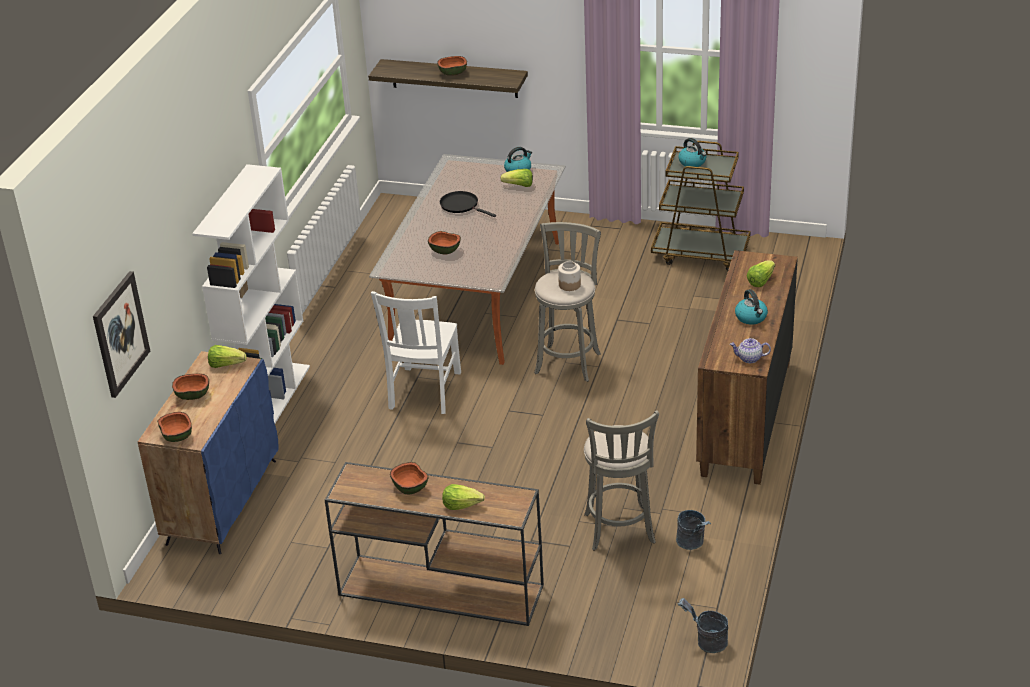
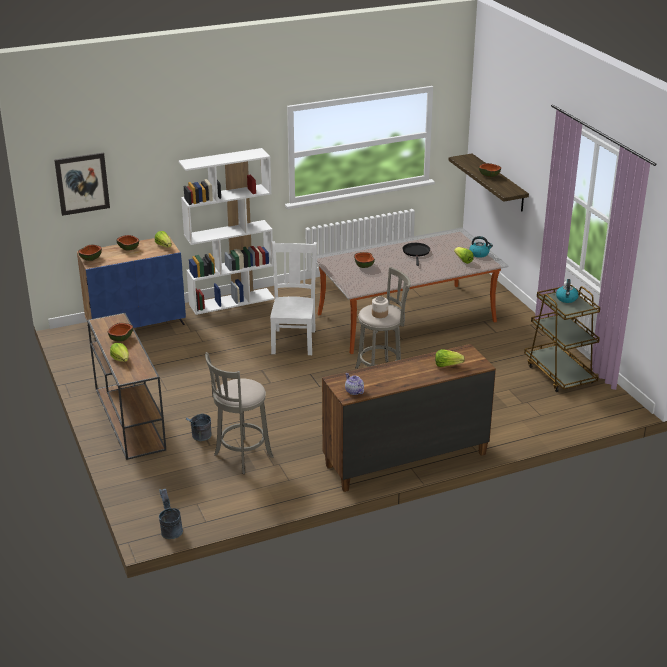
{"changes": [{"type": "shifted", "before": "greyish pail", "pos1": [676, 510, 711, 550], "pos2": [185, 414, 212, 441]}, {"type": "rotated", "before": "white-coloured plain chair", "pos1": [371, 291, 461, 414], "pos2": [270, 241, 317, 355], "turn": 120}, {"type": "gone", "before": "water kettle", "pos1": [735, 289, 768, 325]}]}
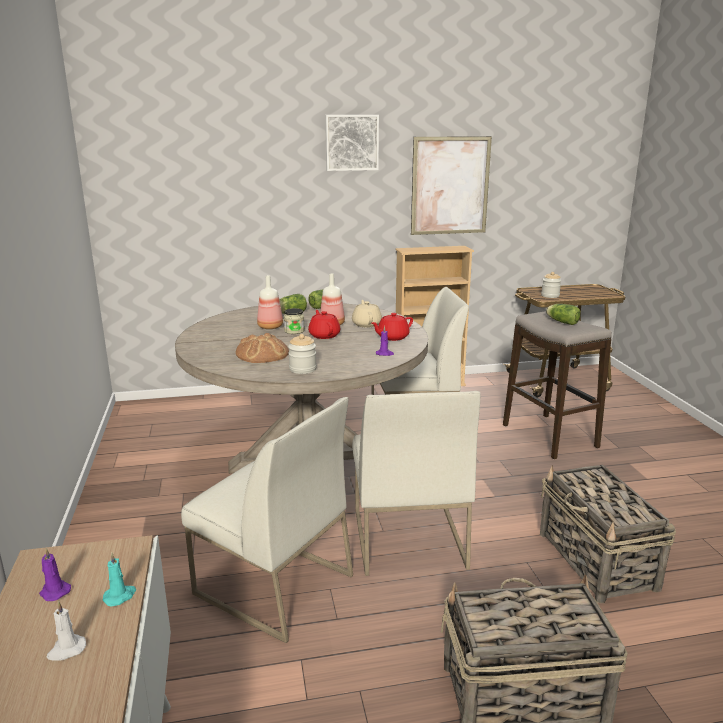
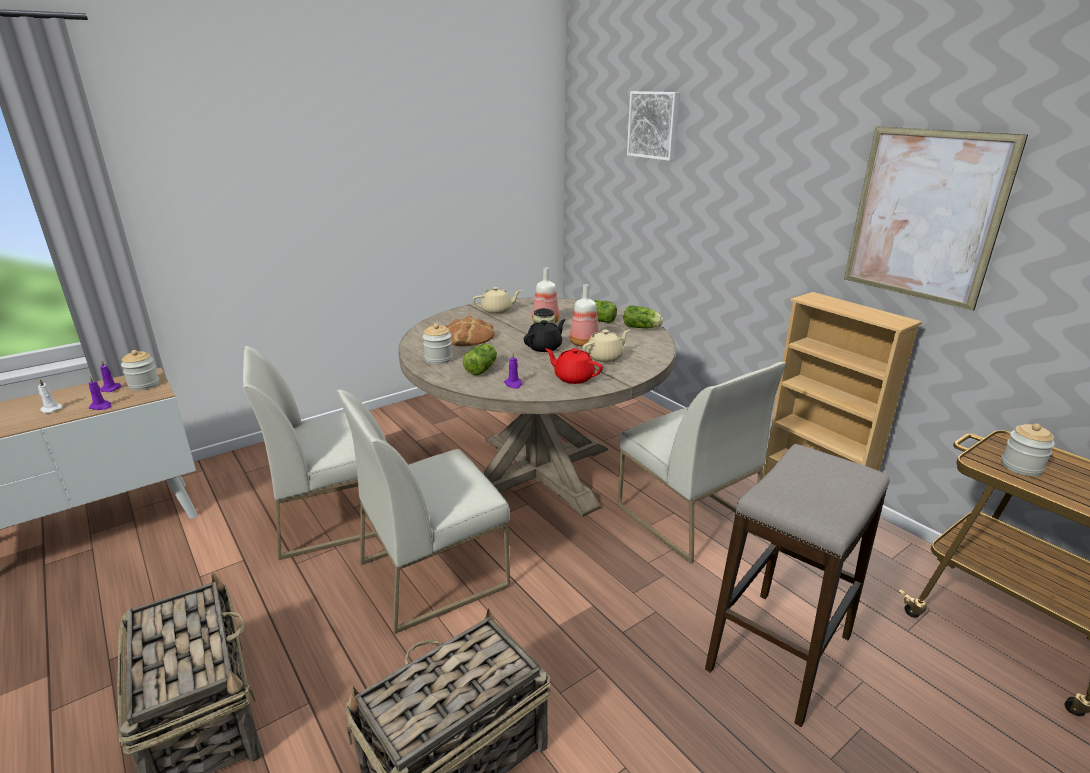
{"changes": [{"type": "repainted", "before": "turquoise-coloured candle", "after": "purple candle", "pos1": [102, 553, 136, 607], "pos2": [89, 376, 111, 410]}, {"type": "new", "after": "preserve jar", "pos2": [121, 350, 159, 391]}, {"type": "rotated", "before": "white-coloured plain chair", "pos1": [181, 397, 353, 643], "pos2": [243, 346, 377, 560], "turn": 60}, {"type": "shifted", "before": "head of lettuce", "pos1": [546, 304, 581, 325], "pos2": [463, 344, 497, 375]}, {"type": "new", "after": "sand-coloured pot for tea", "pos2": [473, 287, 522, 314]}, {"type": "repainted", "before": "red pot for tea", "after": "blackish pot for tea", "pos1": [308, 310, 340, 339], "pos2": [524, 319, 566, 352]}, {"type": "shifted", "before": "picture", "pos1": [325, 115, 379, 171], "pos2": [627, 91, 680, 161]}]}
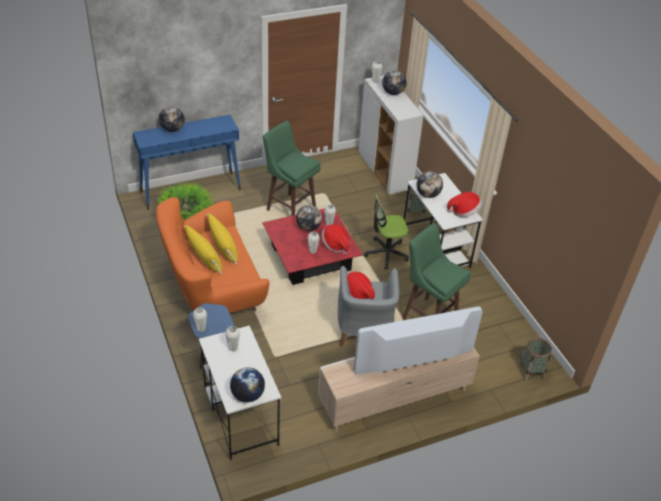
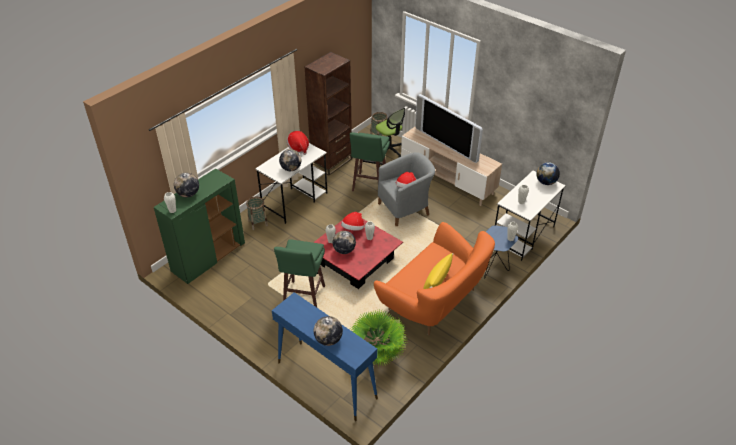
{"changes": [{"type": "repainted", "before": "white-coloured storage cabinet", "after": "greenish storage cabinet", "pos1": [358, 75, 424, 195], "pos2": [154, 169, 245, 284]}, {"type": "new", "after": "brown-coloured bookshelf", "pos2": [304, 52, 352, 175]}, {"type": "shifted", "before": "computer chair", "pos1": [364, 193, 409, 270], "pos2": [376, 108, 405, 157]}, {"type": "gone", "before": "yellow-coloured cushion", "pos1": [207, 213, 238, 265]}]}
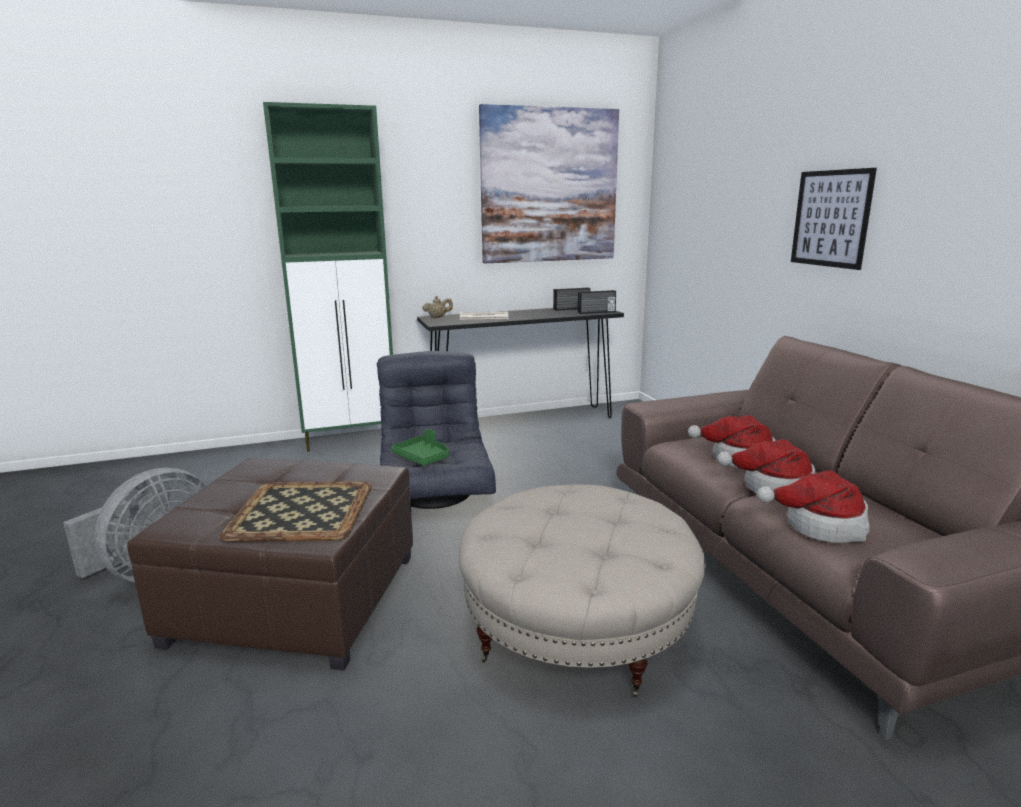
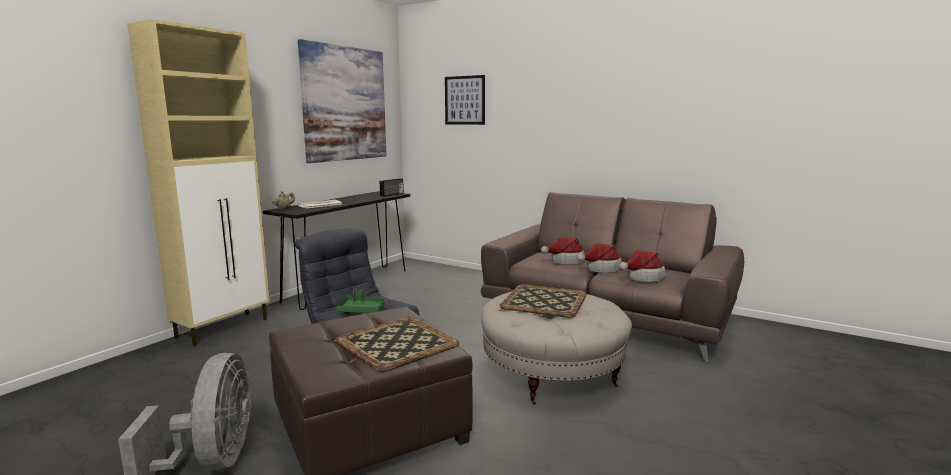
{"changes": [{"type": "repainted", "before": "greenish storage cabinet", "after": "sand-coloured storage cabinet", "pos1": [263, 102, 393, 452], "pos2": [127, 19, 270, 346]}, {"type": "shifted", "before": "picture", "pos1": [791, 168, 877, 270], "pos2": [445, 75, 485, 125]}, {"type": "new", "after": "tray", "pos2": [499, 284, 587, 318]}, {"type": "gone", "before": "radio set", "pos1": [553, 287, 590, 311]}]}
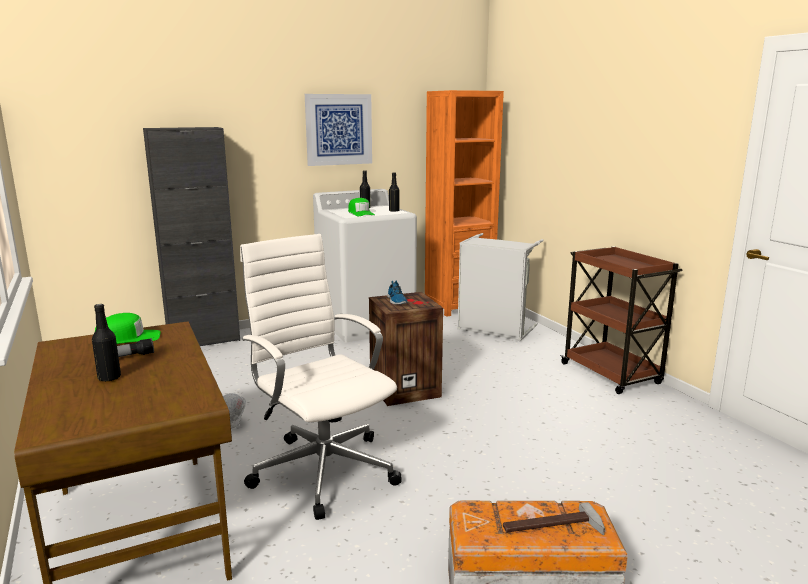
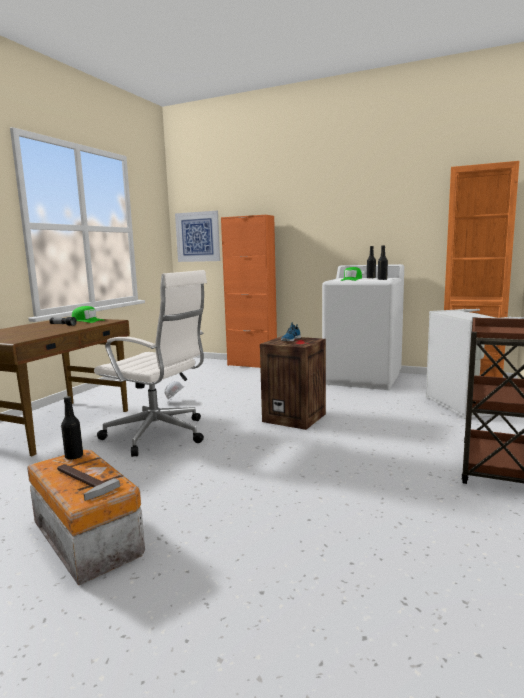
{"changes": [{"type": "shifted", "before": "blackish beverage bottle", "pos1": [92, 304, 121, 382], "pos2": [61, 396, 83, 460]}, {"type": "rotated", "before": "white-coloured computer chair", "pos1": [240, 234, 402, 520], "pos2": [94, 270, 207, 457], "turn": 105}, {"type": "shifted", "before": "picture", "pos1": [305, 94, 372, 166], "pos2": [175, 211, 220, 262]}, {"type": "repainted", "before": "blackish storage cabinet", "after": "orange storage cabinet", "pos1": [143, 127, 240, 346], "pos2": [221, 215, 277, 368]}]}
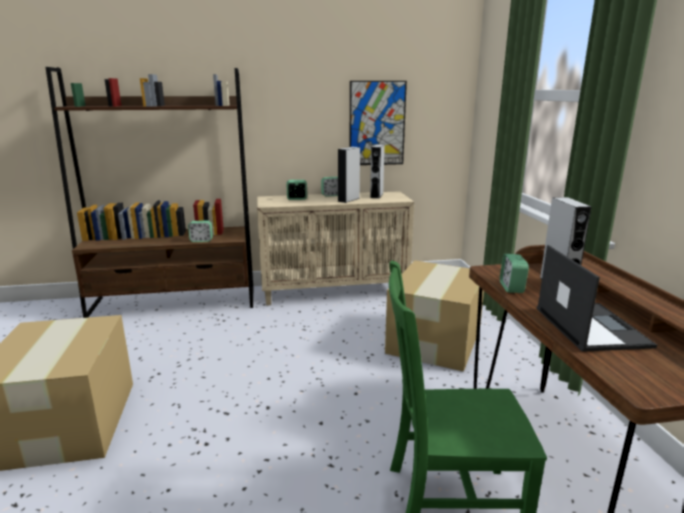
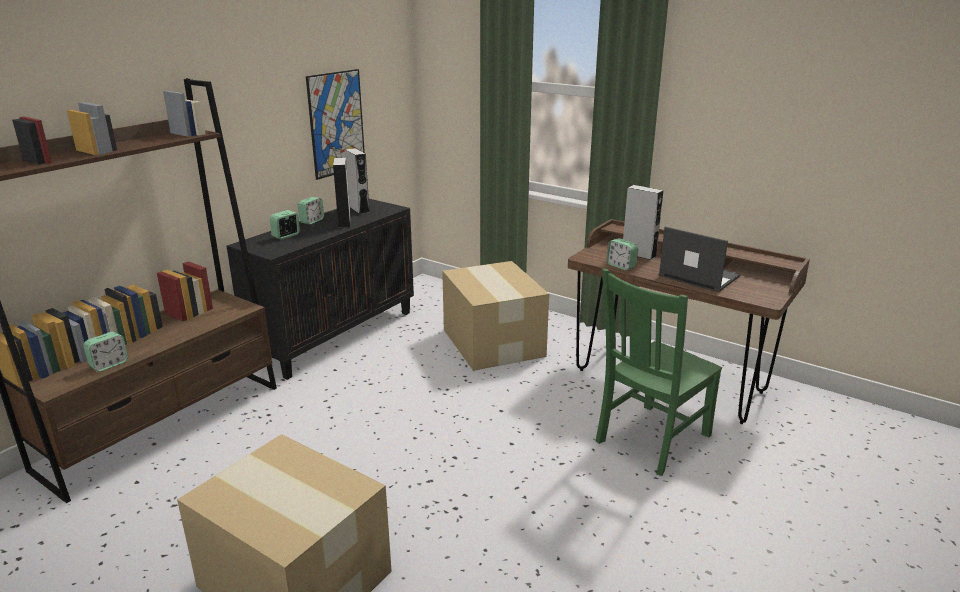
{"changes": [{"type": "shifted", "before": "bedside clock", "pos1": [188, 220, 213, 242], "pos2": [83, 331, 128, 371]}, {"type": "repainted", "before": "sand-coloured storage cabinet", "after": "blackish storage cabinet", "pos1": [257, 191, 414, 305], "pos2": [227, 199, 414, 380]}]}
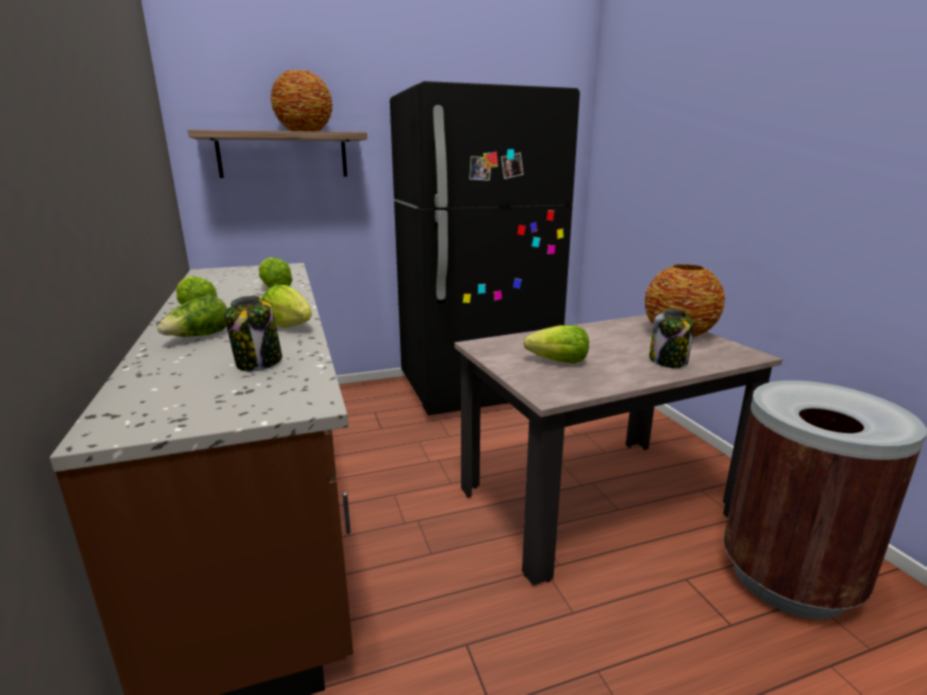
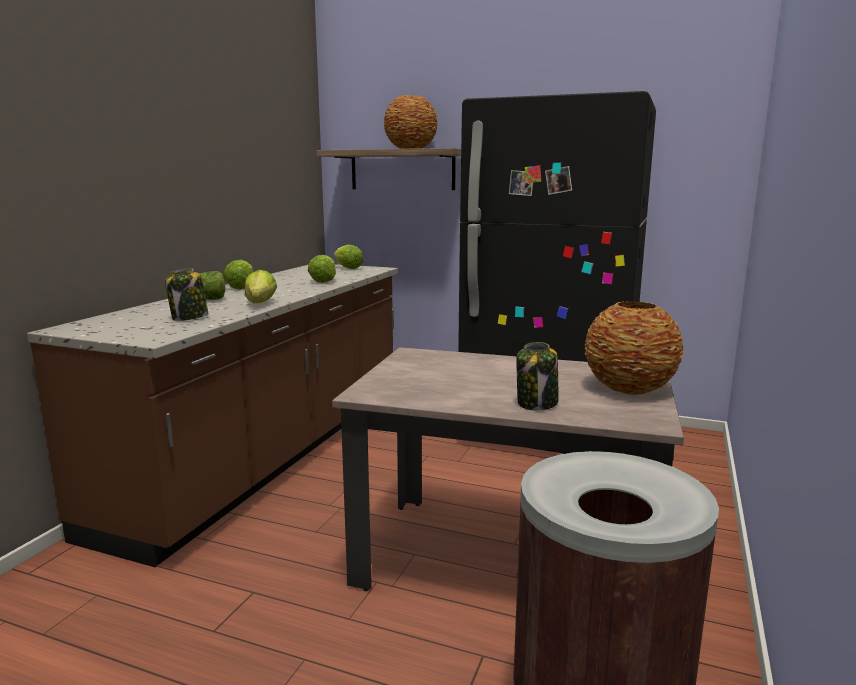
{"changes": [{"type": "shifted", "before": "head of lettuce", "pos1": [524, 325, 589, 364], "pos2": [333, 245, 363, 269]}]}
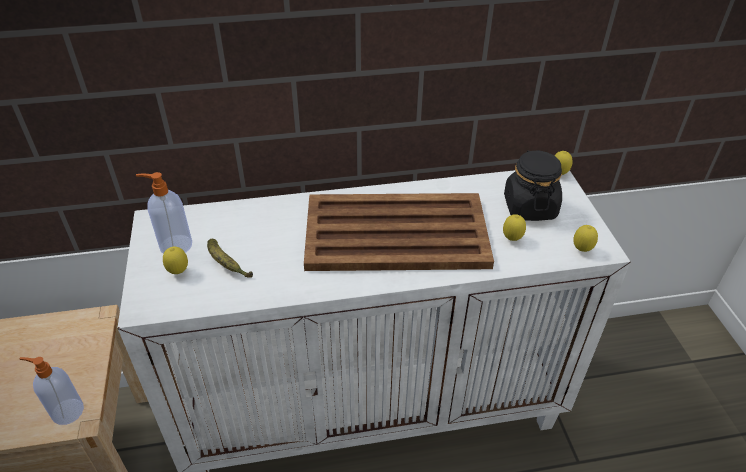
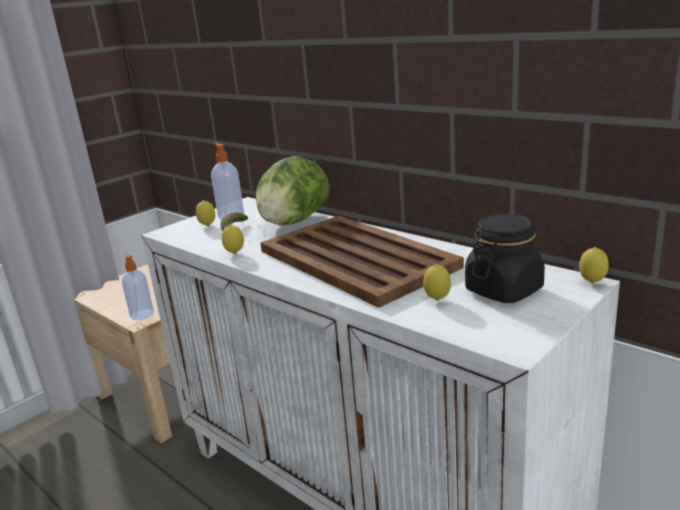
{"changes": [{"type": "shifted", "before": "whole lemon", "pos1": [573, 225, 598, 252], "pos2": [222, 225, 244, 254]}, {"type": "new", "after": "head of lettuce", "pos2": [256, 156, 330, 226]}]}
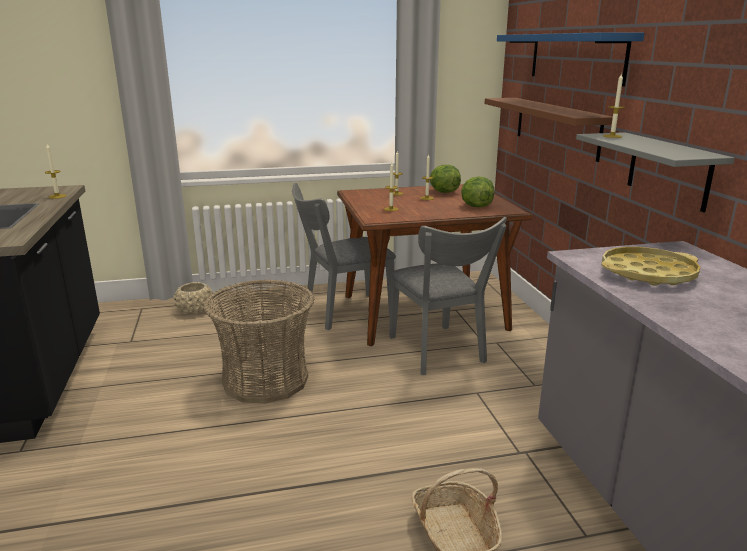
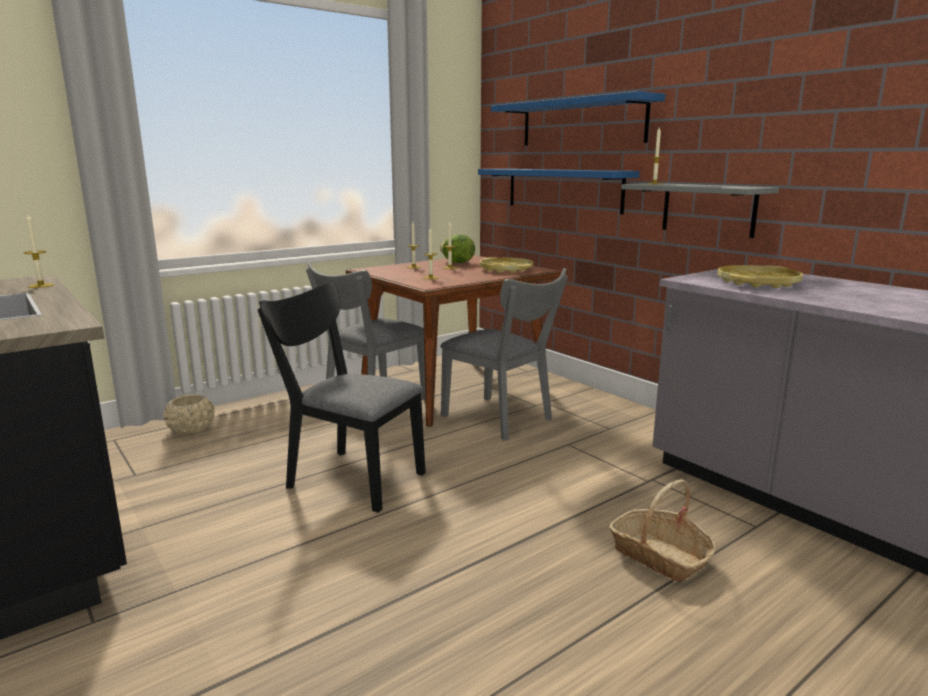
{"changes": [{"type": "swapped", "before": "household basket", "after": "blackish plain chair", "pos1": [203, 279, 314, 404], "pos2": [258, 282, 426, 513]}, {"type": "repainted", "before": "brown-coloured shelf", "after": "bluish shelf", "pos1": [485, 98, 613, 162], "pos2": [478, 169, 639, 214]}, {"type": "swapped", "before": "head of lettuce", "after": "yellow-coloured tray", "pos1": [461, 176, 494, 208], "pos2": [480, 257, 533, 273]}]}
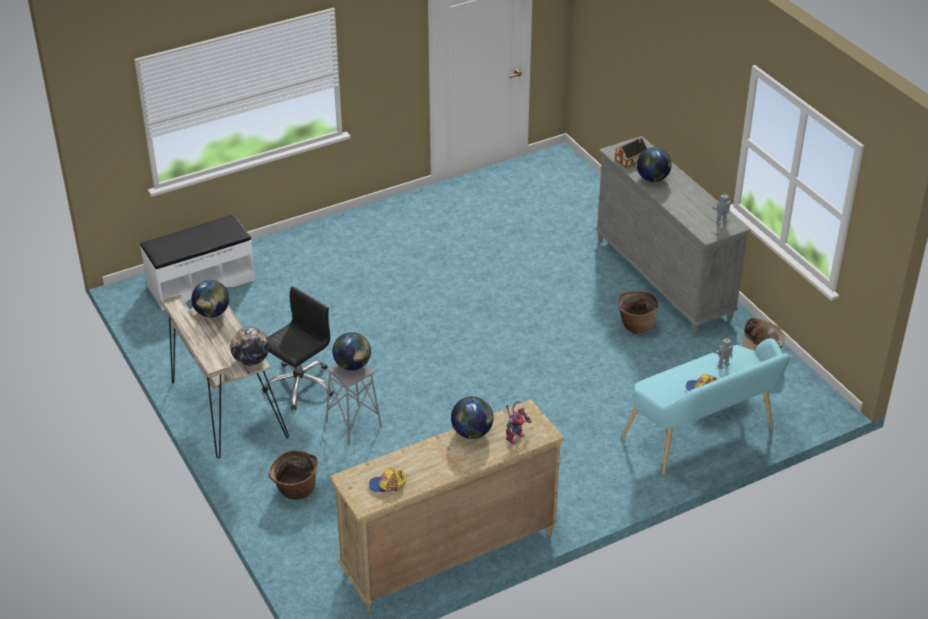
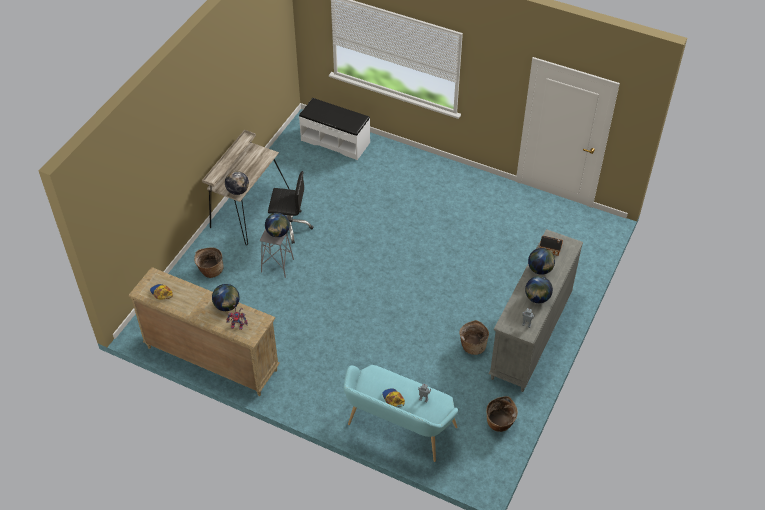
{"changes": [{"type": "shifted", "before": "globe", "pos1": [191, 280, 229, 317], "pos2": [525, 276, 553, 303]}]}
